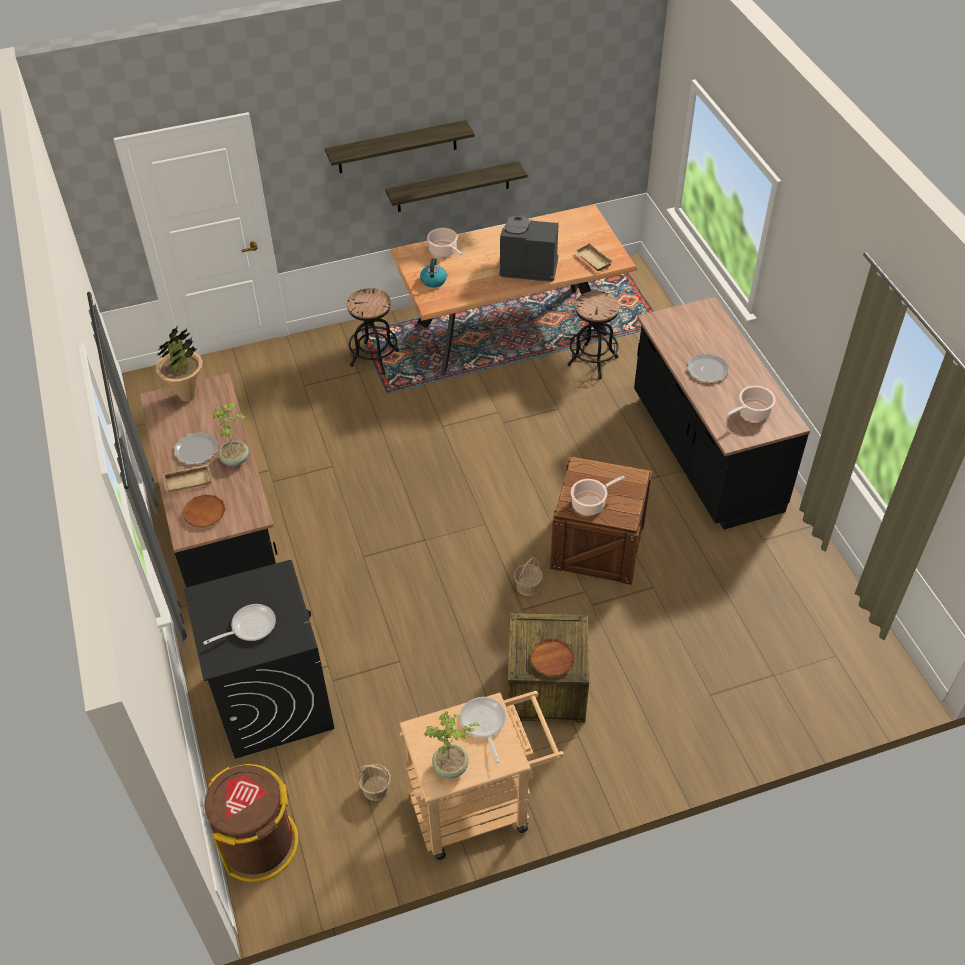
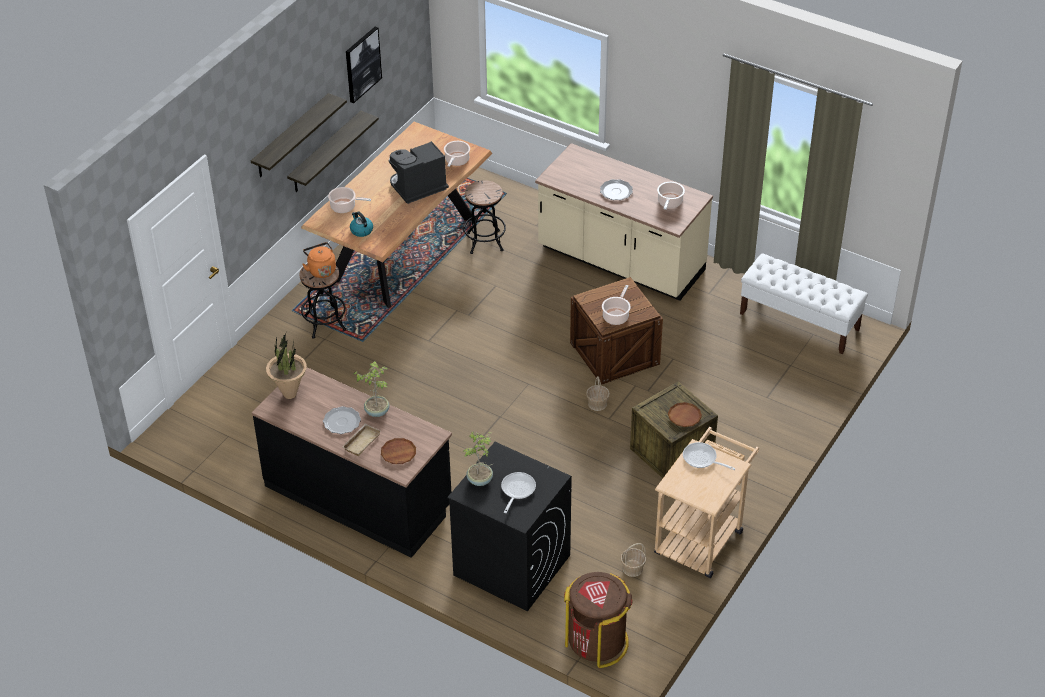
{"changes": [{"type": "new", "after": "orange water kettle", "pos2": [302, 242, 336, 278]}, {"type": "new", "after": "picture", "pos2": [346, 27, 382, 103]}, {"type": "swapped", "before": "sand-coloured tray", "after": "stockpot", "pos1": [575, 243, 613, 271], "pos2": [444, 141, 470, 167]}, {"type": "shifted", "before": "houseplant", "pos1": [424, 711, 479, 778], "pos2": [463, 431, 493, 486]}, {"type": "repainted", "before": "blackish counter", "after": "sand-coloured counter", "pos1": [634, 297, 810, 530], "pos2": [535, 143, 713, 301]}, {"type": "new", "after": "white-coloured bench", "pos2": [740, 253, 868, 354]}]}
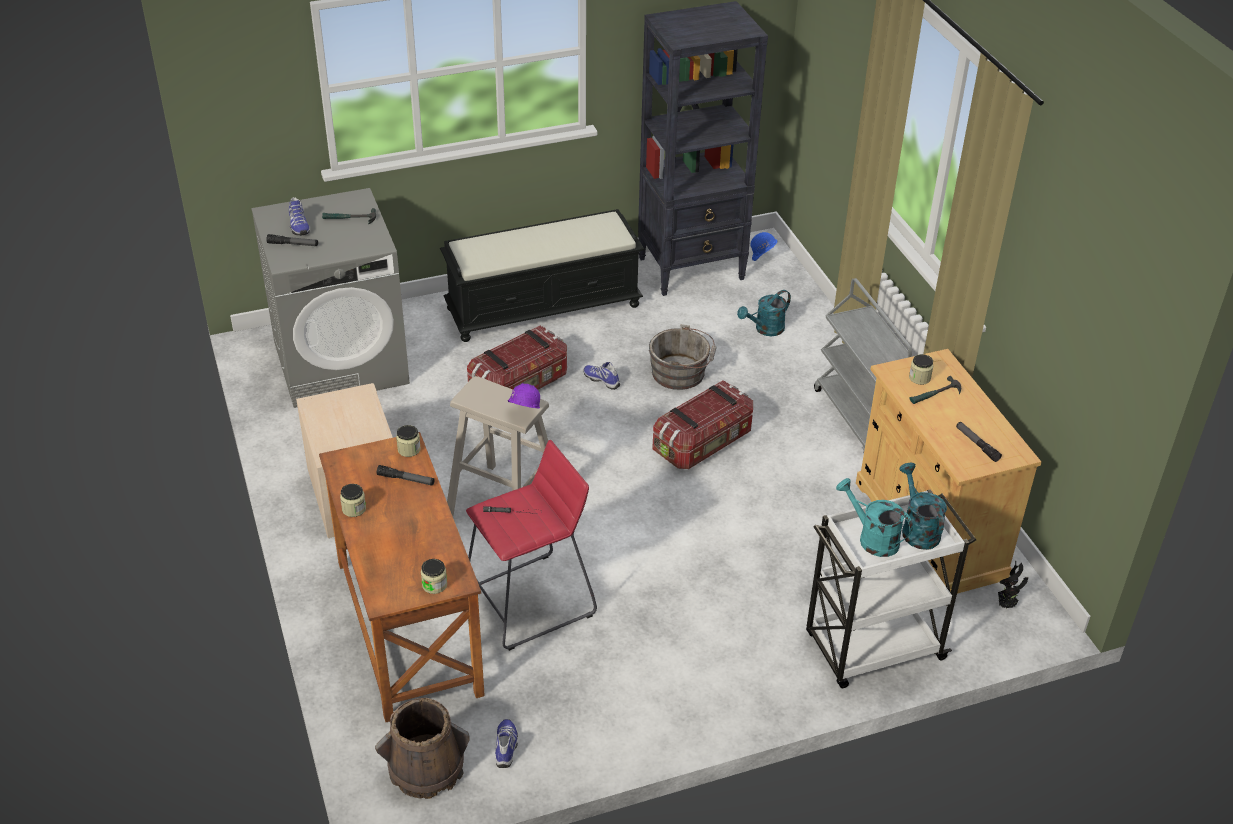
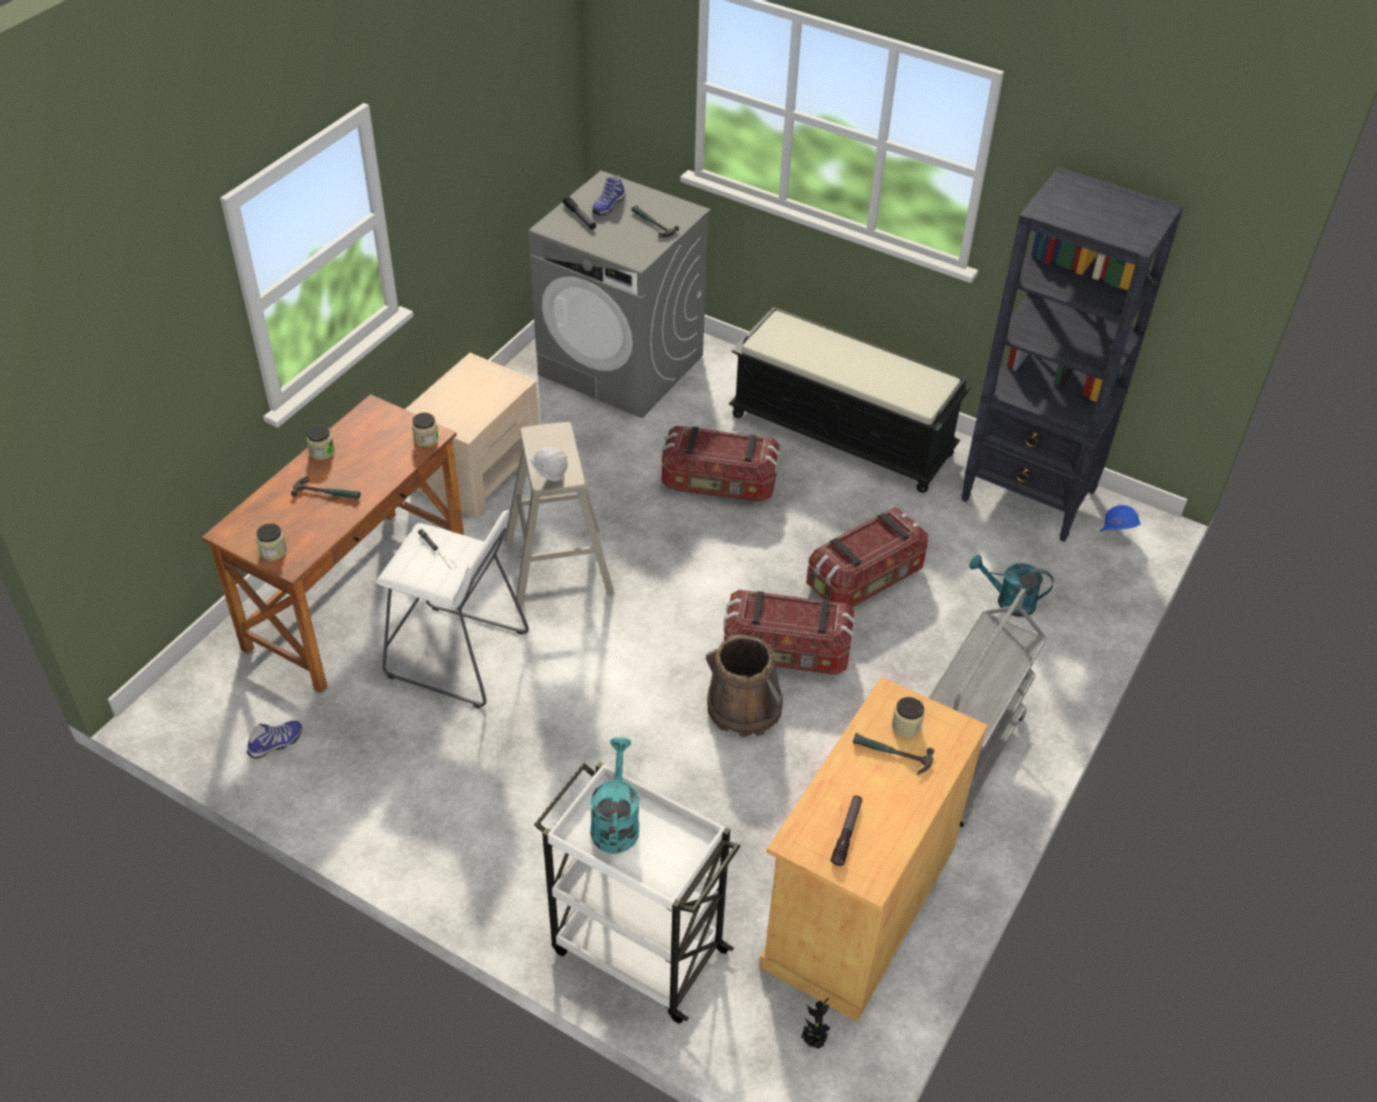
{"changes": [{"type": "new", "after": "hand hammer", "pos2": [291, 476, 361, 500]}, {"type": "repainted", "before": "red stool seat", "after": "white-coloured stool seat", "pos1": [466, 440, 597, 651], "pos2": [376, 510, 529, 708]}, {"type": "repainted", "before": "purple hard hat", "after": "white-coloured hard hat", "pos1": [508, 383, 540, 409], "pos2": [530, 446, 568, 481]}, {"type": "shifted", "before": "brown-coloured pail", "pos1": [375, 698, 470, 799], "pos2": [706, 635, 783, 737]}, {"type": "swapped", "before": "greyish pail", "after": "storage container", "pos1": [649, 324, 716, 390], "pos2": [806, 507, 928, 608]}, {"type": "gone", "before": "flashlight", "pos1": [377, 465, 435, 486]}, {"type": "gone", "before": "shoe", "pos1": [583, 362, 620, 390]}, {"type": "gone", "before": "turquoise-coloured watering can", "pos1": [899, 463, 947, 550]}]}
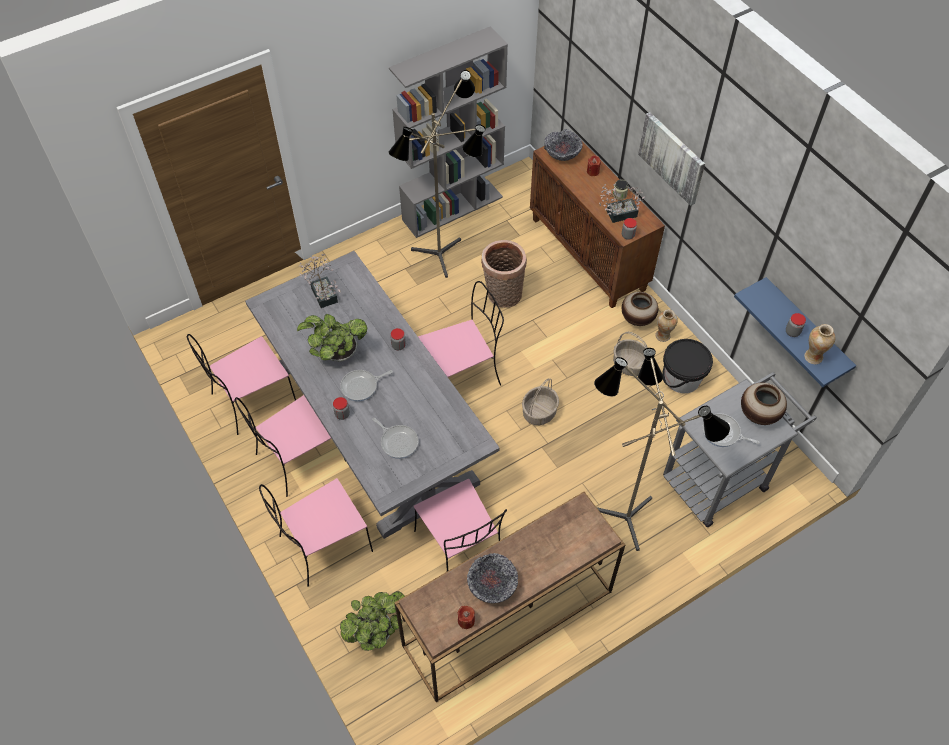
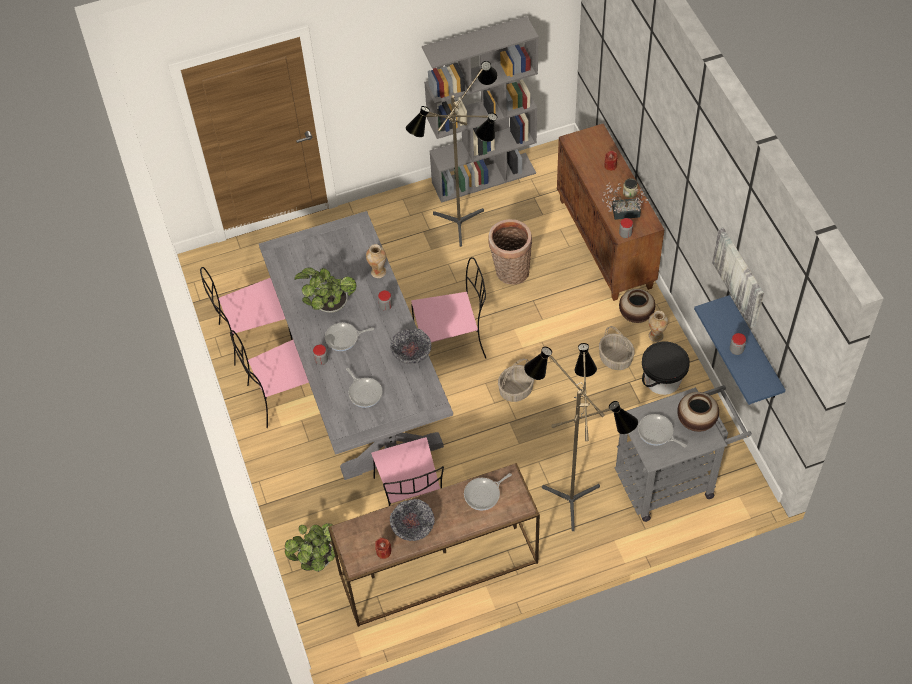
{"changes": [{"type": "shifted", "before": "vase", "pos1": [804, 324, 836, 364], "pos2": [366, 244, 386, 278]}, {"type": "shifted", "before": "serving bowl", "pos1": [544, 129, 583, 161], "pos2": [390, 328, 431, 364]}, {"type": "new", "after": "frying pan", "pos2": [464, 473, 512, 510]}, {"type": "shifted", "before": "picture", "pos1": [638, 112, 705, 206], "pos2": [712, 227, 764, 328]}, {"type": "gone", "before": "pinkish plain chair", "pos1": [259, 478, 373, 587]}, {"type": "gone", "before": "houseplant", "pos1": [299, 254, 341, 308]}]}
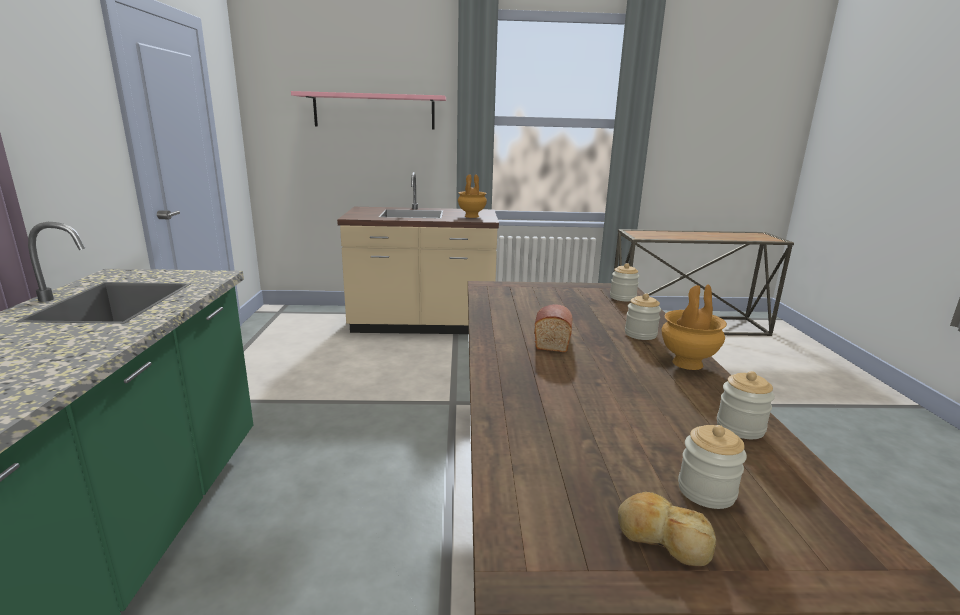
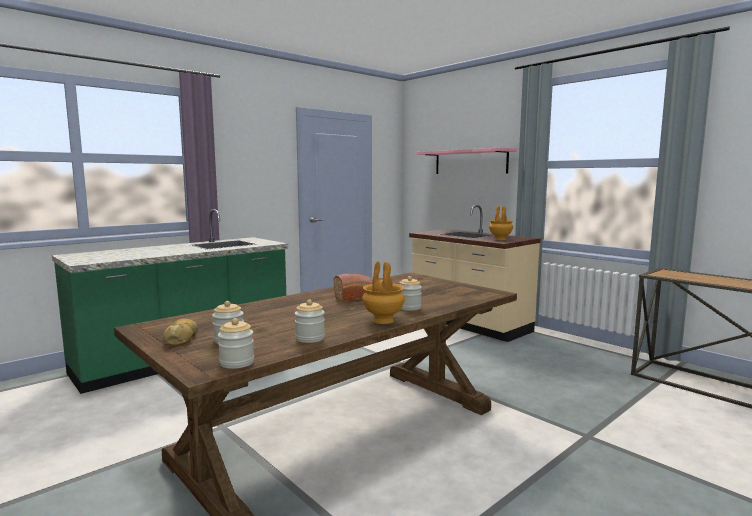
{"changes": [{"type": "shifted", "before": "preserve jar", "pos1": [610, 263, 639, 301], "pos2": [218, 318, 254, 369]}]}
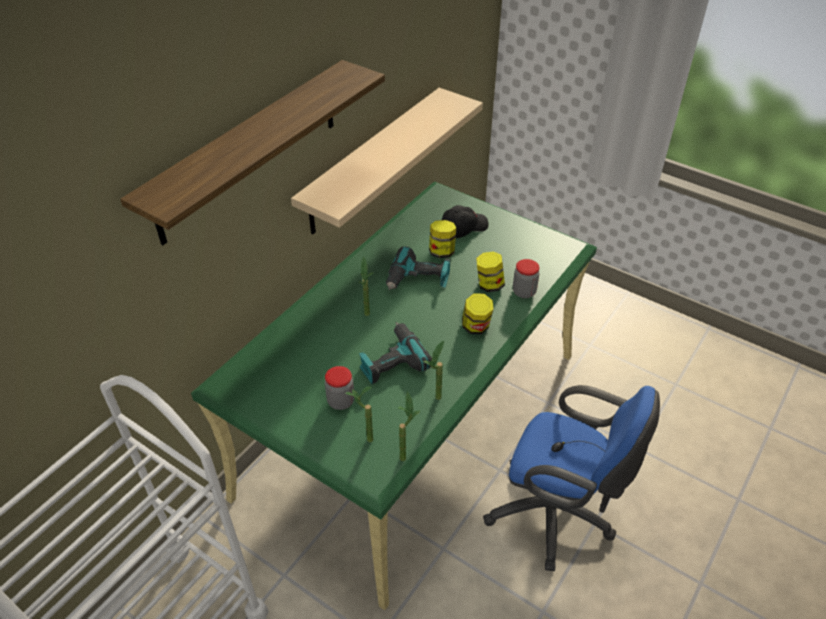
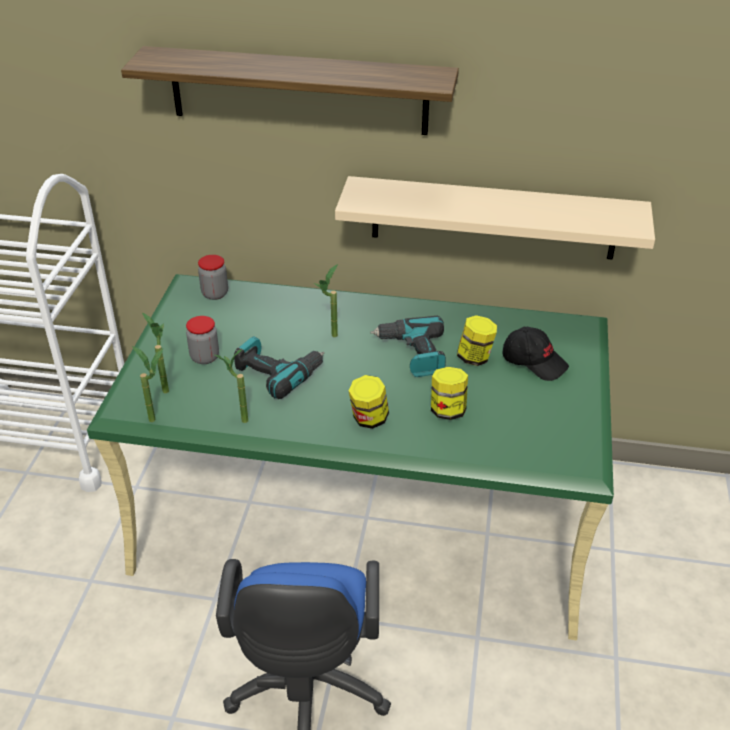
{"changes": [{"type": "shifted", "before": "preserve jar", "pos1": [513, 259, 540, 298], "pos2": [198, 255, 228, 300]}]}
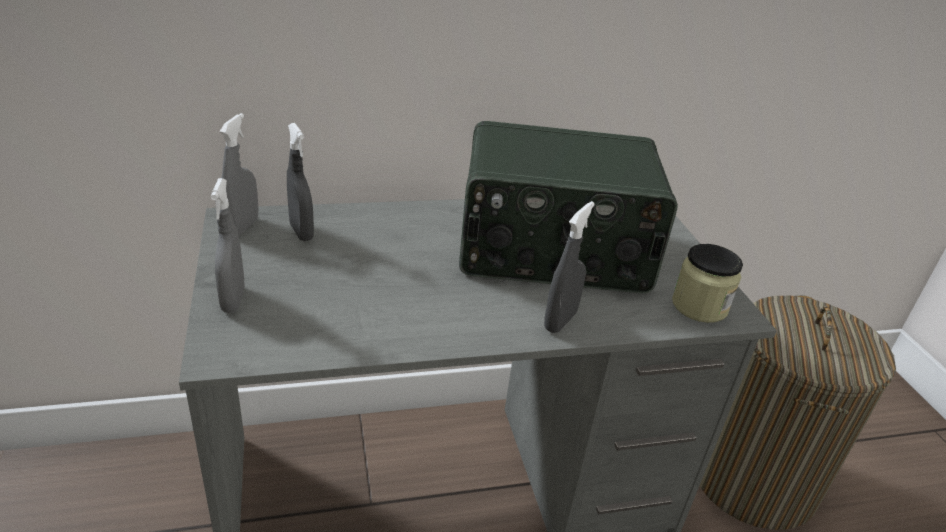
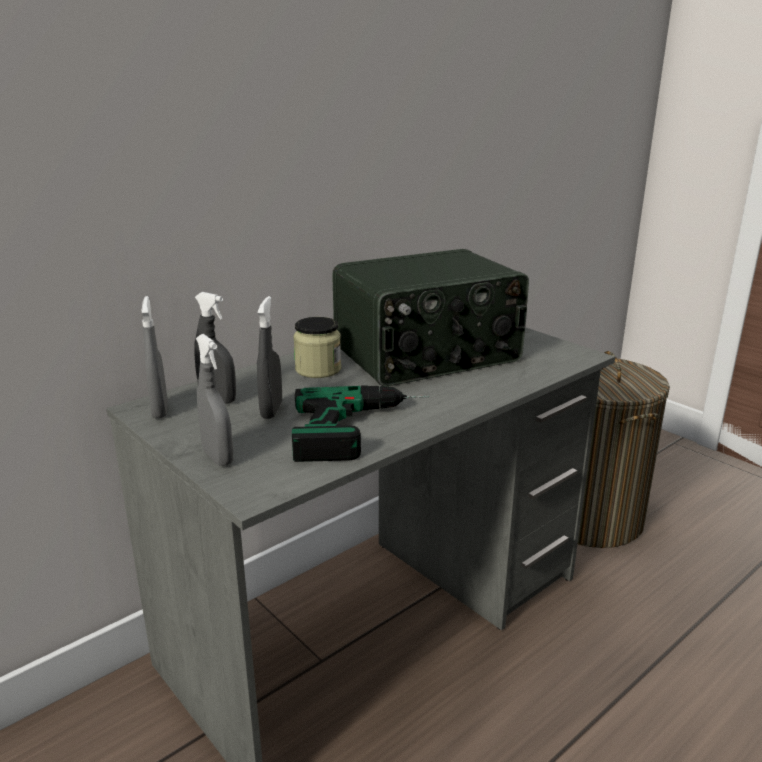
{"changes": [{"type": "shifted", "before": "greyish hand sprayer", "pos1": [544, 201, 595, 333], "pos2": [257, 296, 282, 419]}, {"type": "new", "after": "drill", "pos2": [292, 385, 430, 462]}, {"type": "shifted", "before": "preserve jar", "pos1": [672, 244, 743, 323], "pos2": [293, 317, 341, 378]}]}
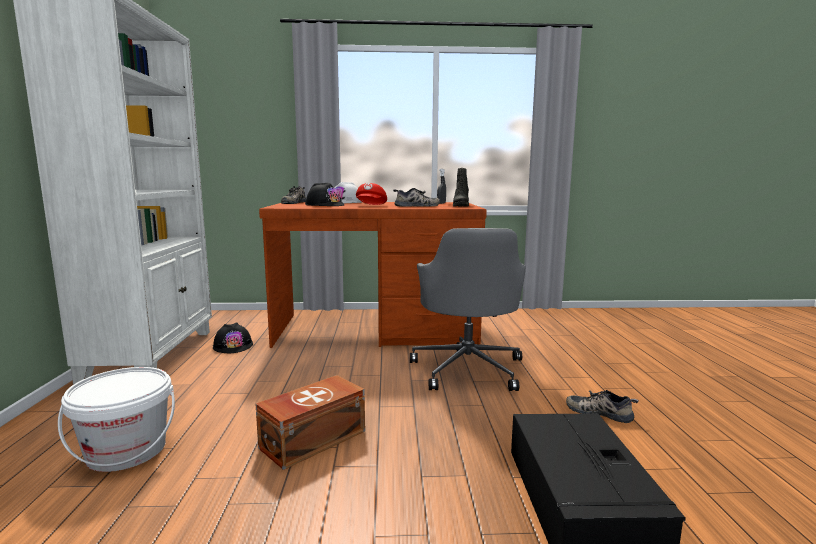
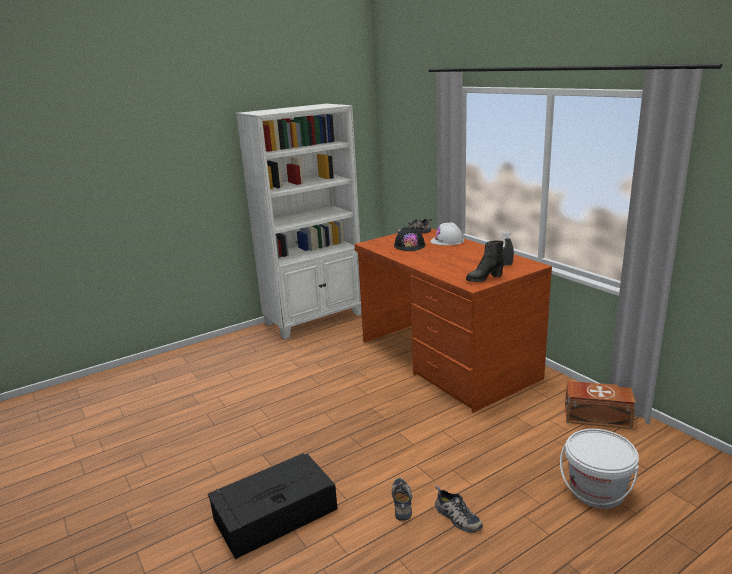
{"changes": [{"type": "shifted", "before": "shoe", "pos1": [393, 188, 440, 207], "pos2": [435, 486, 483, 533]}, {"type": "shifted", "before": "white-coloured pail", "pos1": [58, 367, 175, 472], "pos2": [560, 429, 639, 509]}, {"type": "shifted", "before": "brown-coloured storage container", "pos1": [256, 375, 365, 470], "pos2": [565, 381, 636, 429]}, {"type": "gone", "before": "blackish hard hat", "pos1": [213, 322, 253, 353]}, {"type": "gone", "before": "red peaked cap", "pos1": [356, 183, 387, 205]}, {"type": "gone", "before": "greyish computer chair", "pos1": [410, 228, 526, 391]}]}
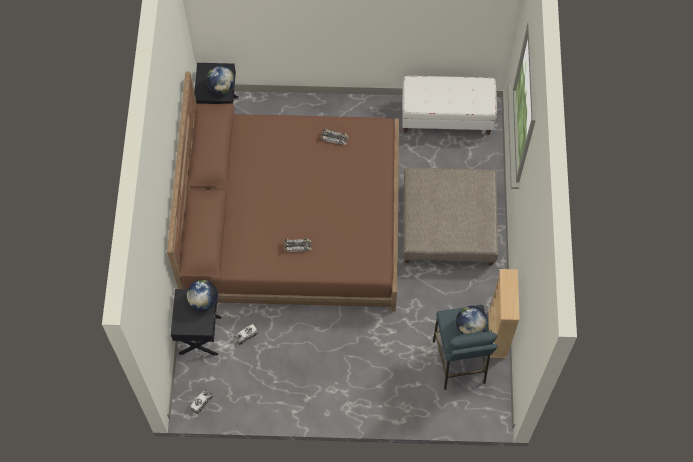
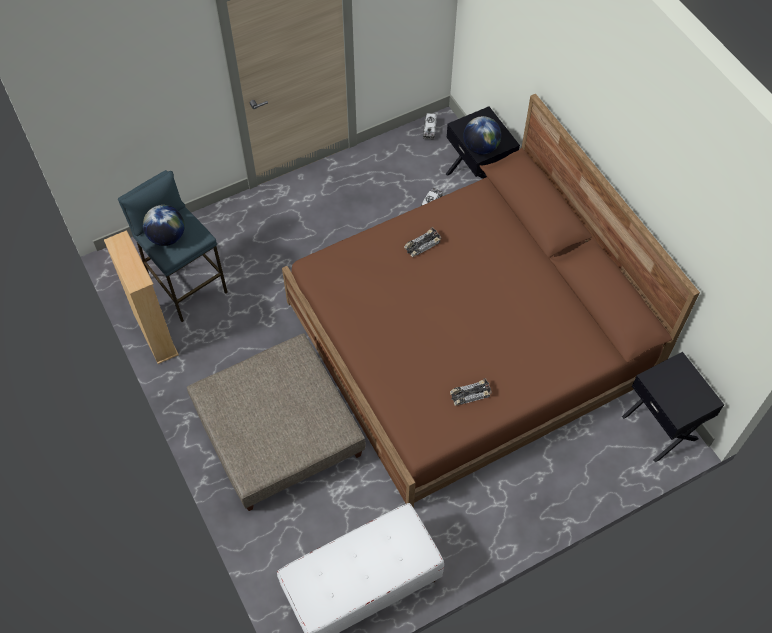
{"changes": [{"type": "gone", "before": "globe", "pos1": [206, 65, 235, 94]}]}
